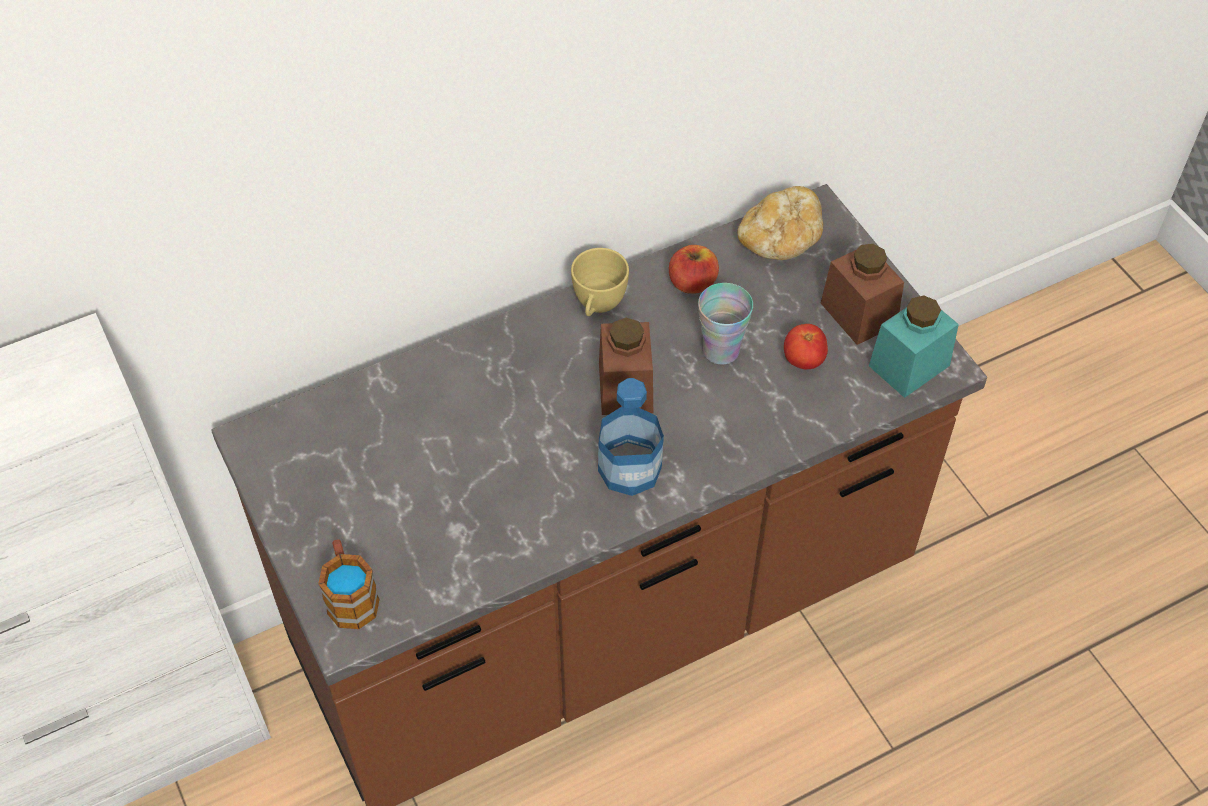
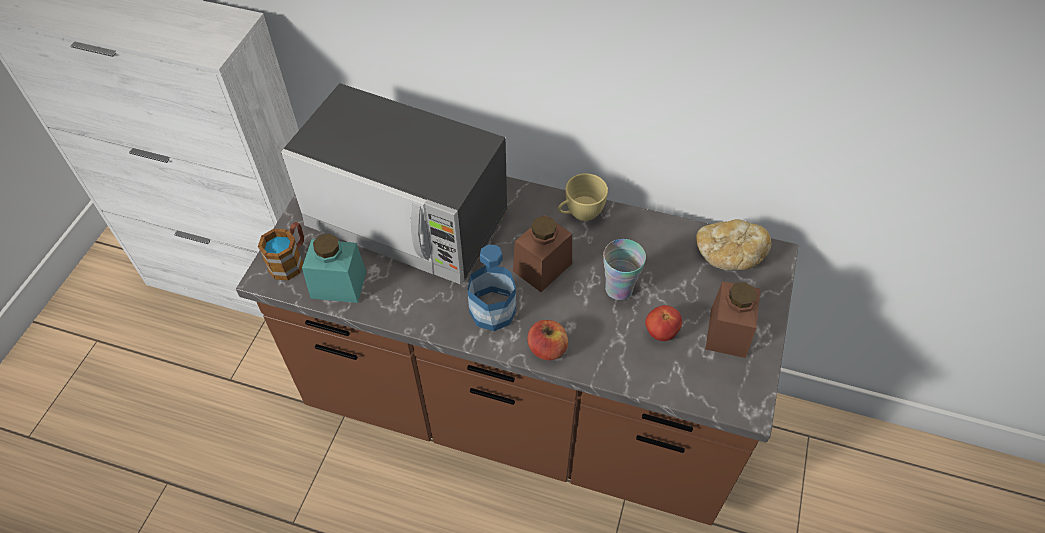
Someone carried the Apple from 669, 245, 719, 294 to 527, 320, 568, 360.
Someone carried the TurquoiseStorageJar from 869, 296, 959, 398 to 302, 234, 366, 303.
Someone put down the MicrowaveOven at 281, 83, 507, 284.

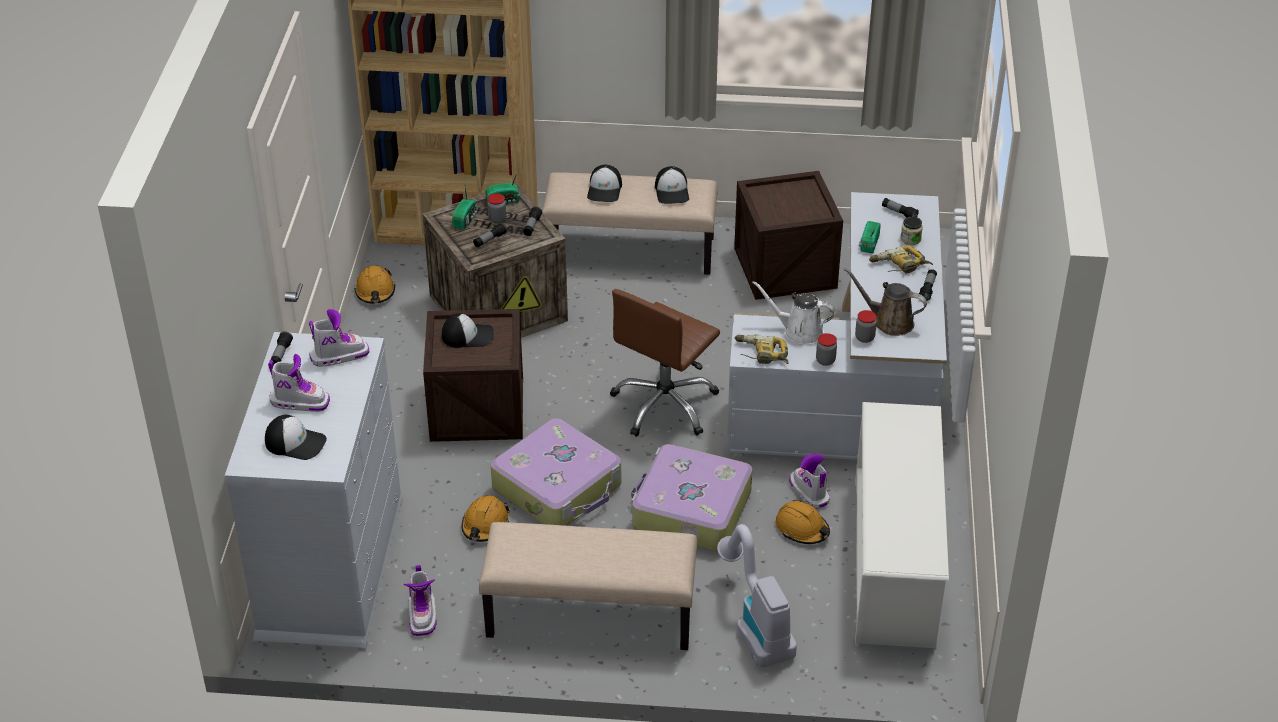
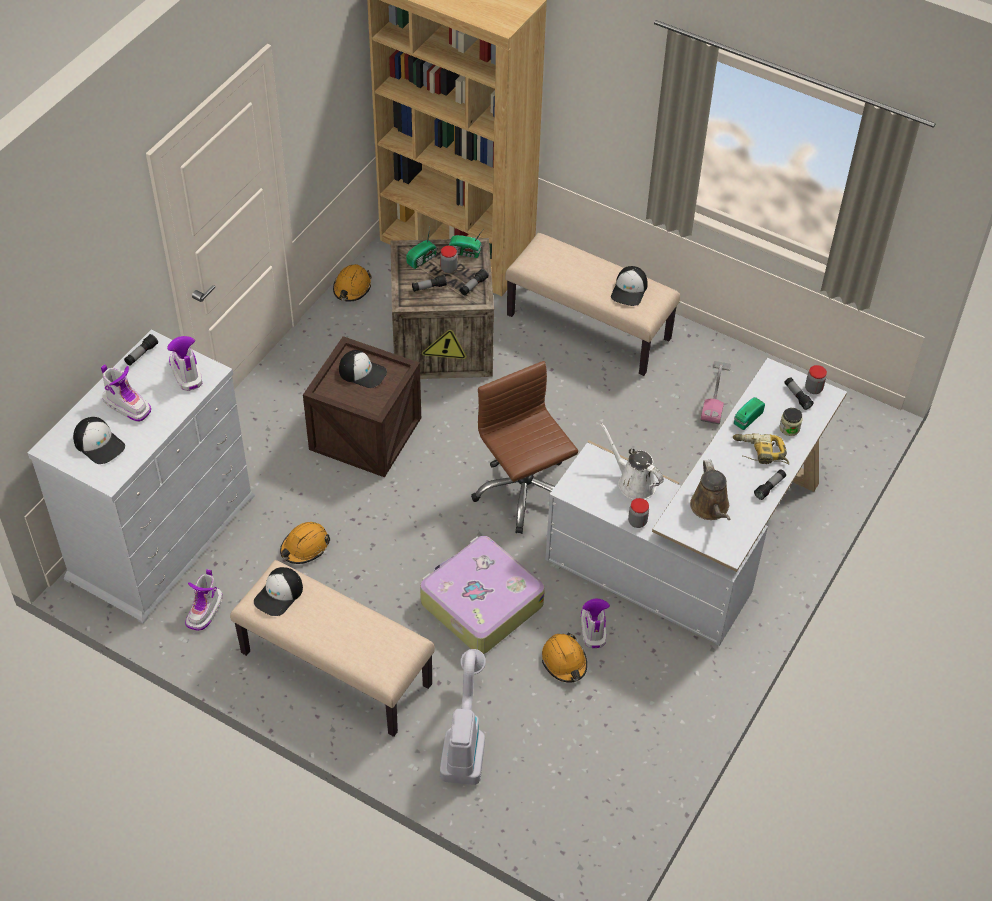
Someone rotated the Boot at 309, 309, 369, 367 by 120 degrees counterclockwise.
Someone took away the Suitcase at 491, 418, 621, 526.
Someone carried the Cap from 587, 165, 622, 202 to 254, 567, 303, 616.
Someone rotated the BrownDeskChair at 610, 289, 720, 437 by 90 degrees clockwise.
Someone swapped the Crate at 734, 171, 843, 300 for the VacuumCleaner at 700, 361, 731, 424.
Someone took away the PowerDrill at 735, 334, 789, 364.
Someone rotated the BrownWateringCan at 844, 268, 927, 336 by 150 degrees counterclockwise.
Someone carried the StorageJar from 855, 310, 877, 343 to 805, 365, 827, 394.
Someone took away the WhiteColouredShoeRack at 855, 402, 949, 648.

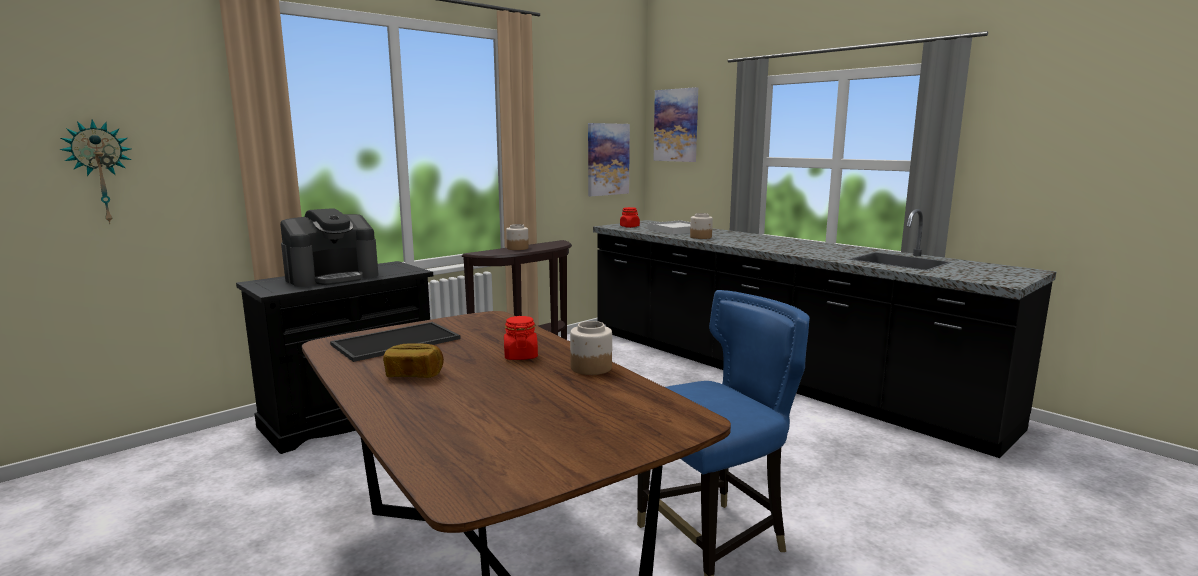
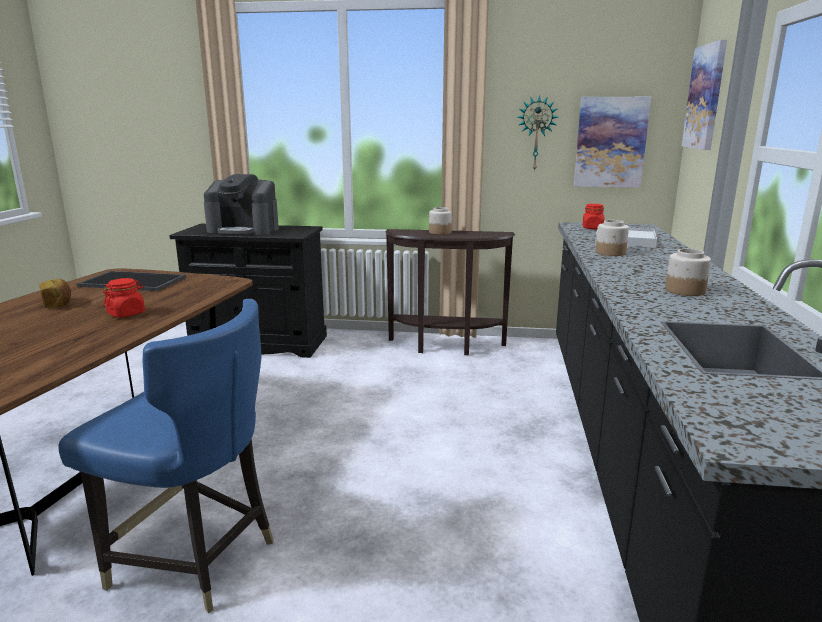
Someone carried the ClockOnTheWall from 60, 120, 131, 224 to 518, 95, 558, 172.
Someone carried the StorageJar from 570, 321, 612, 375 to 665, 249, 711, 296.

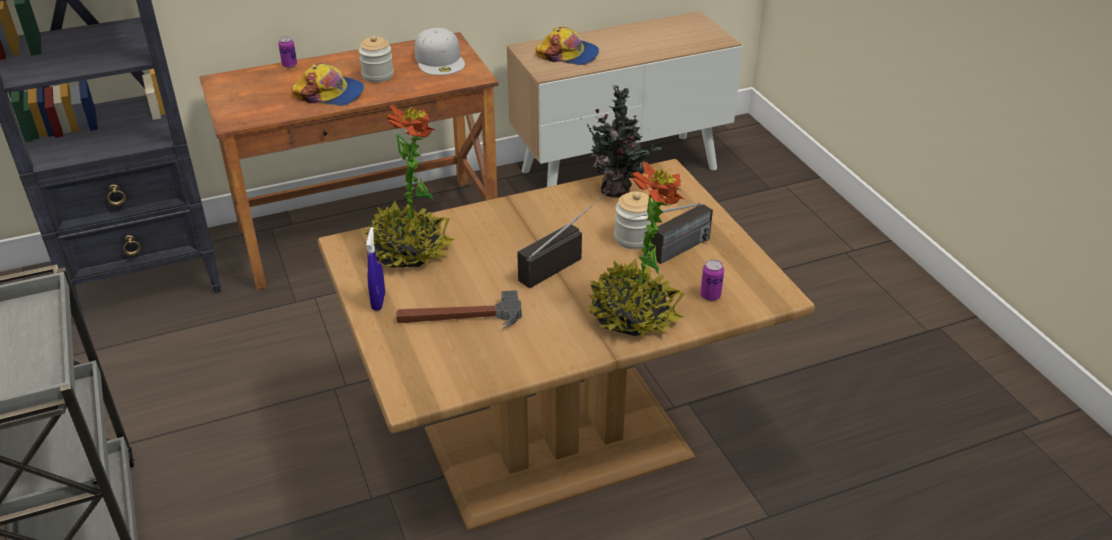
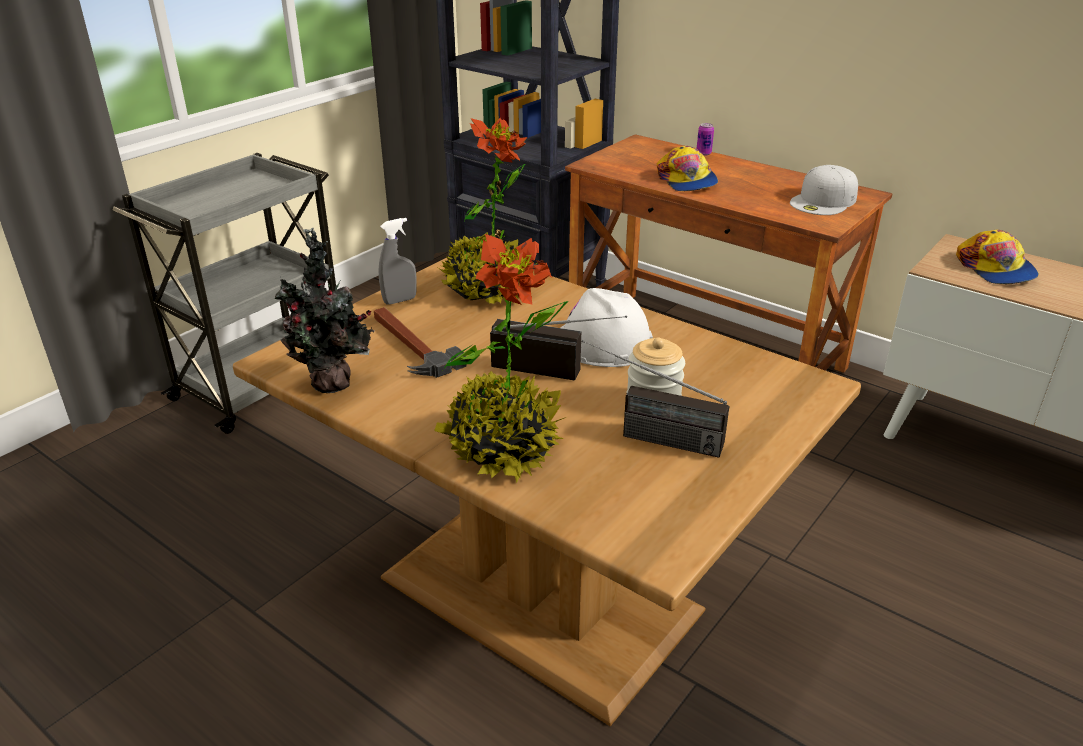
Someone took away the StorageJar at 359, 35, 394, 82.
Someone repainted the BlueSprayBottle at 366, 227, 385, 311, which became the GreySprayBottle at 379, 218, 417, 305.
Someone carried the PlantInAPot from 580, 85, 661, 198 to 274, 228, 374, 393.
Someone took away the Can at 700, 260, 724, 301.
Someone put down the WhiteColouredSafetyHelmet at 560, 288, 653, 367.

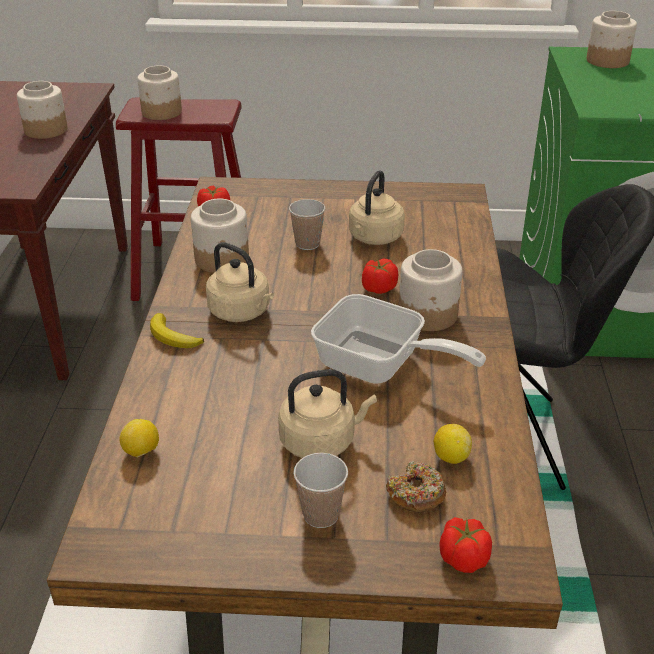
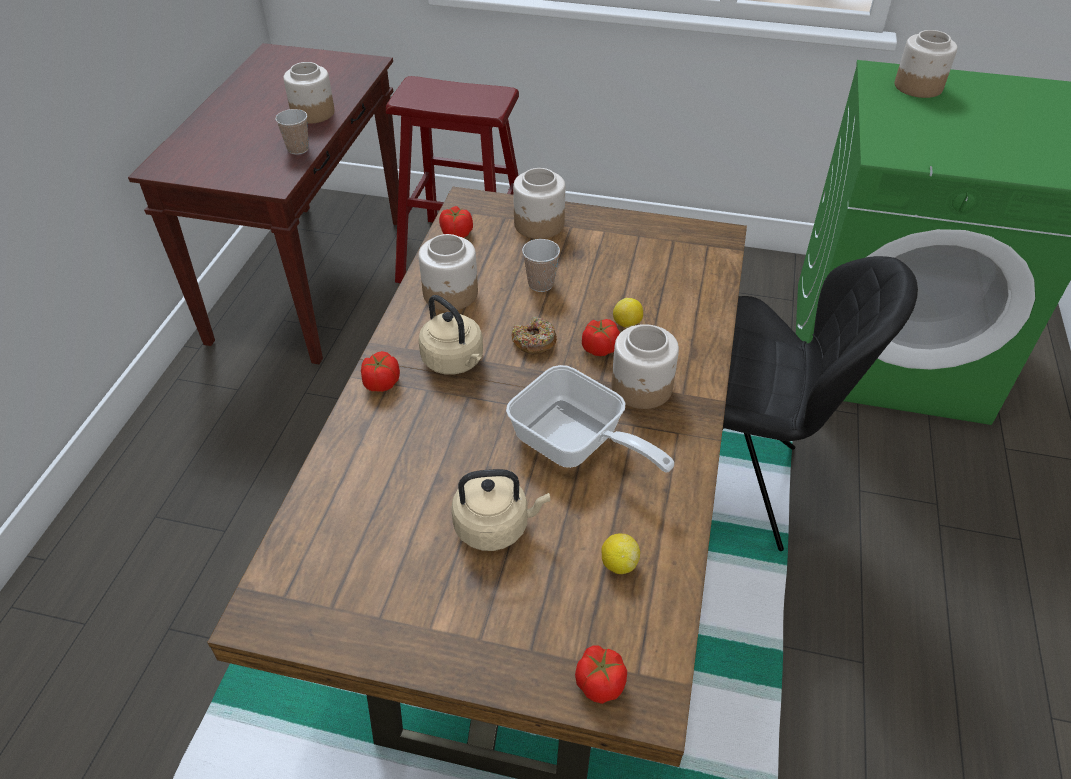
Someone carried the Lemon from 119, 419, 159, 457 to 613, 298, 643, 328.
Someone carried the StorageJar from 137, 66, 182, 120 to 513, 168, 565, 239.
Someone swapped the WholeBanana at 150, 313, 204, 348 for the FreshTomato at 361, 351, 400, 392.
Someone carried the DrinkingCup from 294, 453, 348, 528 to 275, 109, 309, 155.
Someone took away the BeigeColouredWaterKettle at 349, 170, 405, 245.
Someone carried the Donut from 386, 461, 446, 513 to 511, 317, 557, 354.

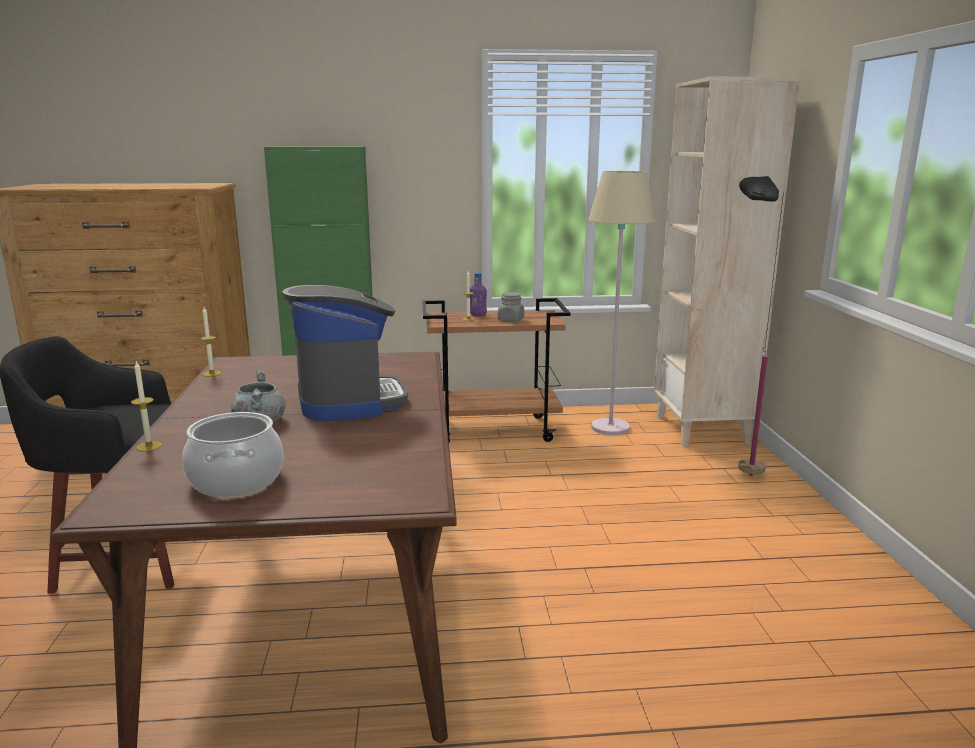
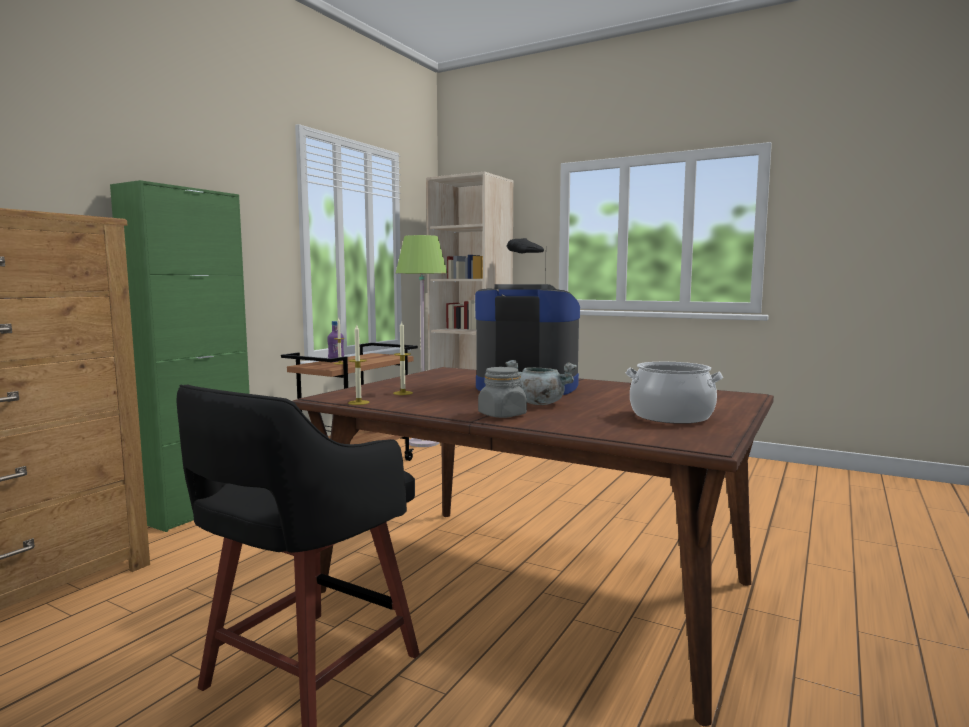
Someone carried the WaxLight from 131, 361, 162, 451 to 393, 321, 413, 395.
Someone carried the GreyStorageJar from 498, 292, 524, 322 to 478, 367, 527, 418.
Someone repainted the BeigeColouredFloorLamp at 588, 171, 656, 435, which became the GreenishFloorLamp at 396, 235, 447, 447.

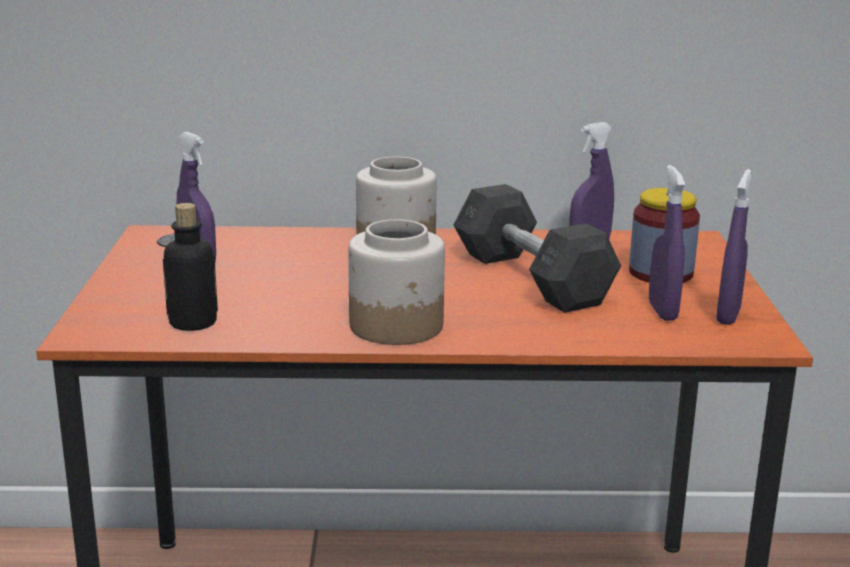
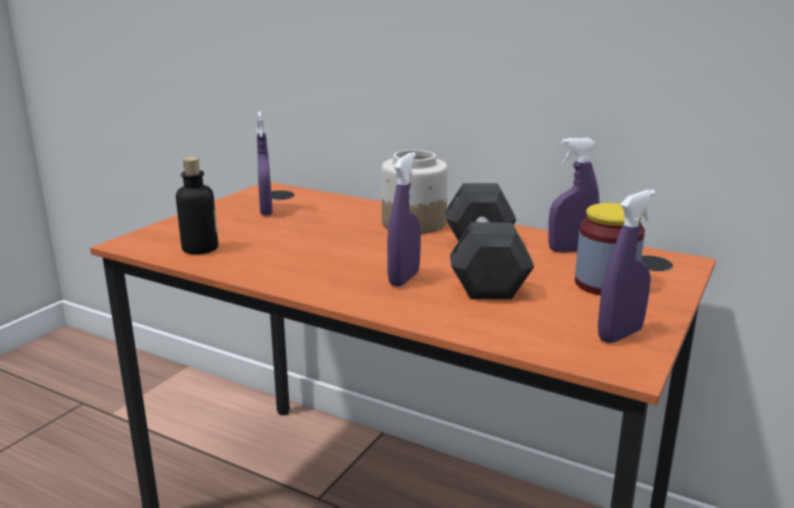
Someone took away the StorageJar at 348, 219, 445, 345.
Someone carried the PurplishSprayBottle from 649, 165, 685, 321 to 387, 152, 421, 287.

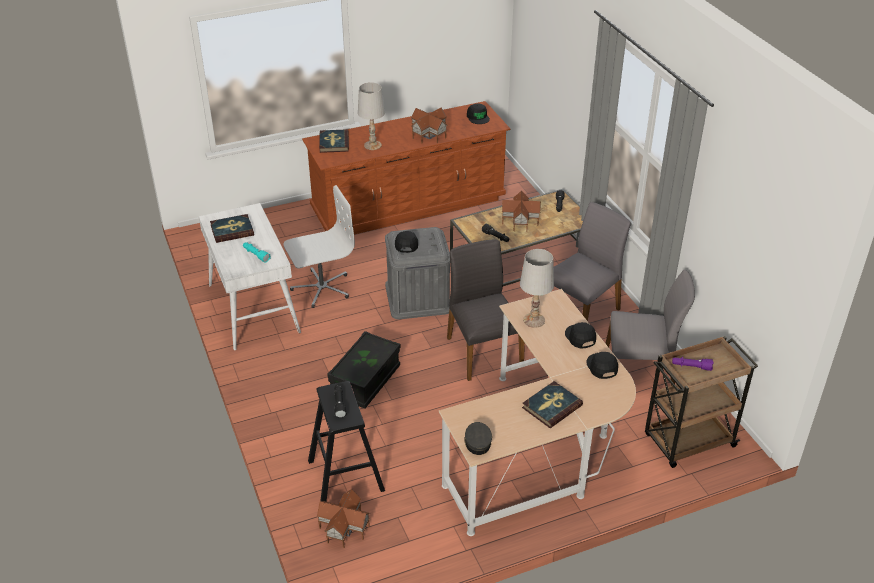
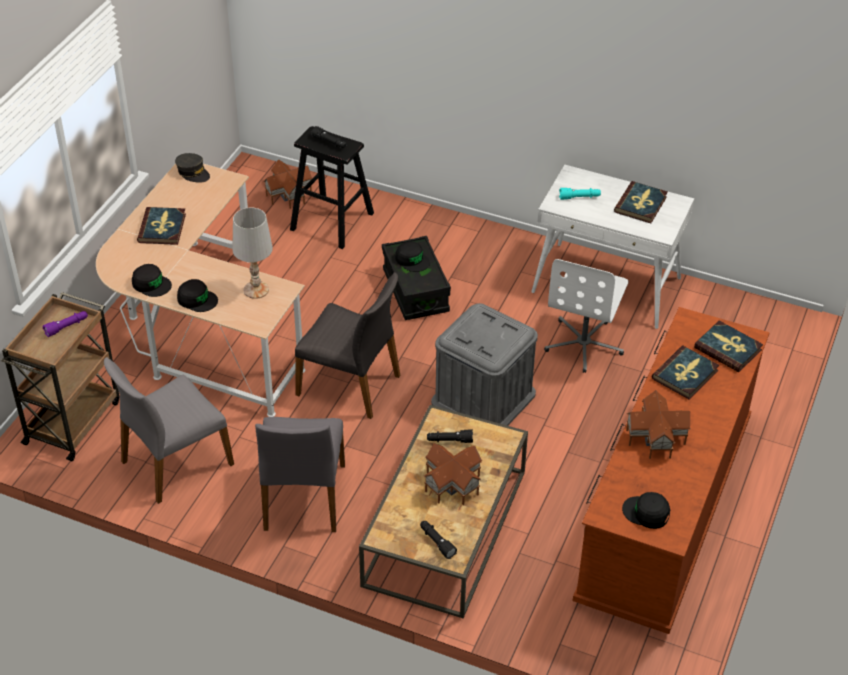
Someone swapped the WhiteColouredTableLamp at 358, 82, 385, 150 for the Volume at 652, 346, 719, 400.
Someone carried the BlackCap from 395, 231, 418, 253 to 395, 241, 430, 272.

